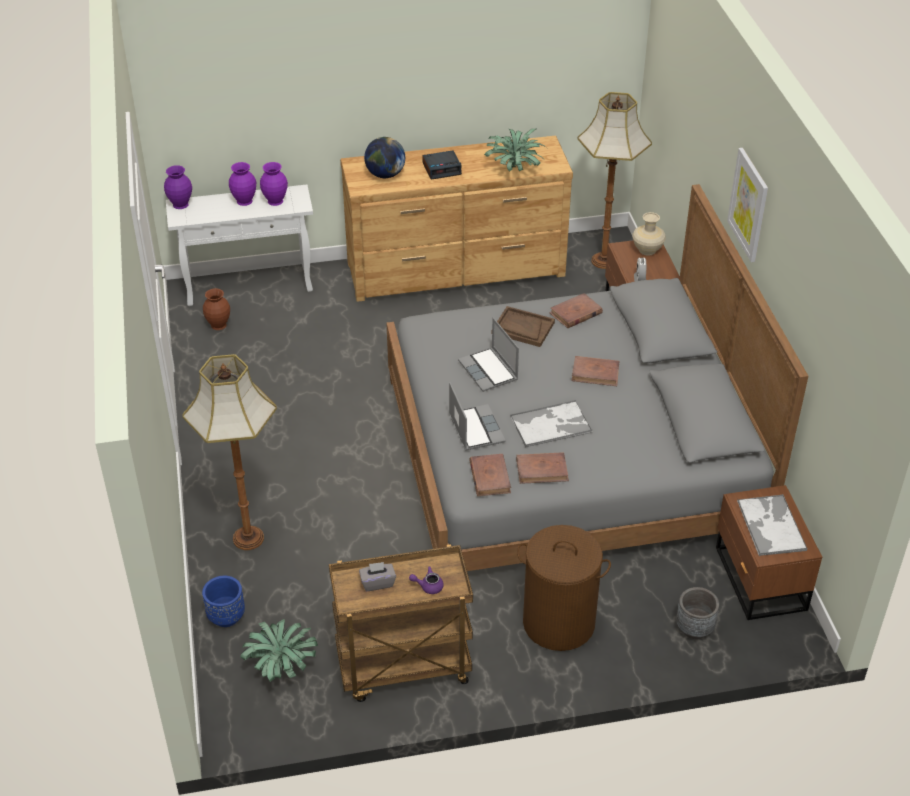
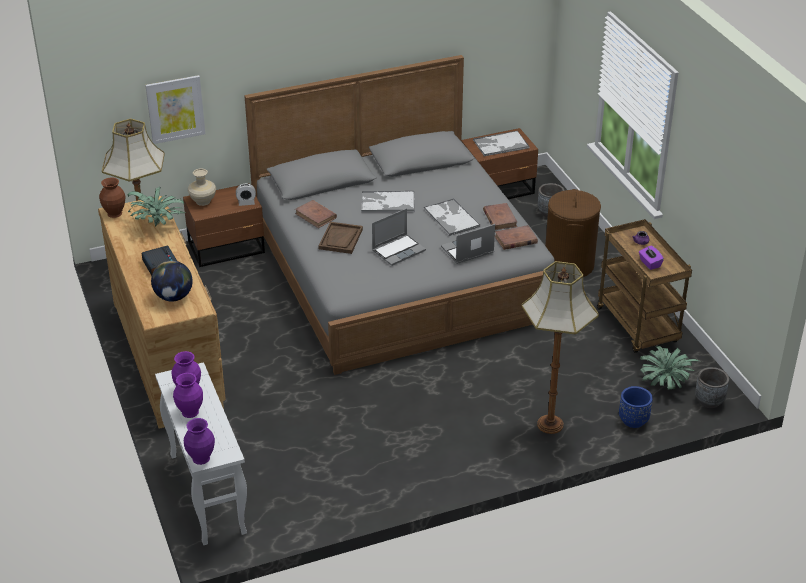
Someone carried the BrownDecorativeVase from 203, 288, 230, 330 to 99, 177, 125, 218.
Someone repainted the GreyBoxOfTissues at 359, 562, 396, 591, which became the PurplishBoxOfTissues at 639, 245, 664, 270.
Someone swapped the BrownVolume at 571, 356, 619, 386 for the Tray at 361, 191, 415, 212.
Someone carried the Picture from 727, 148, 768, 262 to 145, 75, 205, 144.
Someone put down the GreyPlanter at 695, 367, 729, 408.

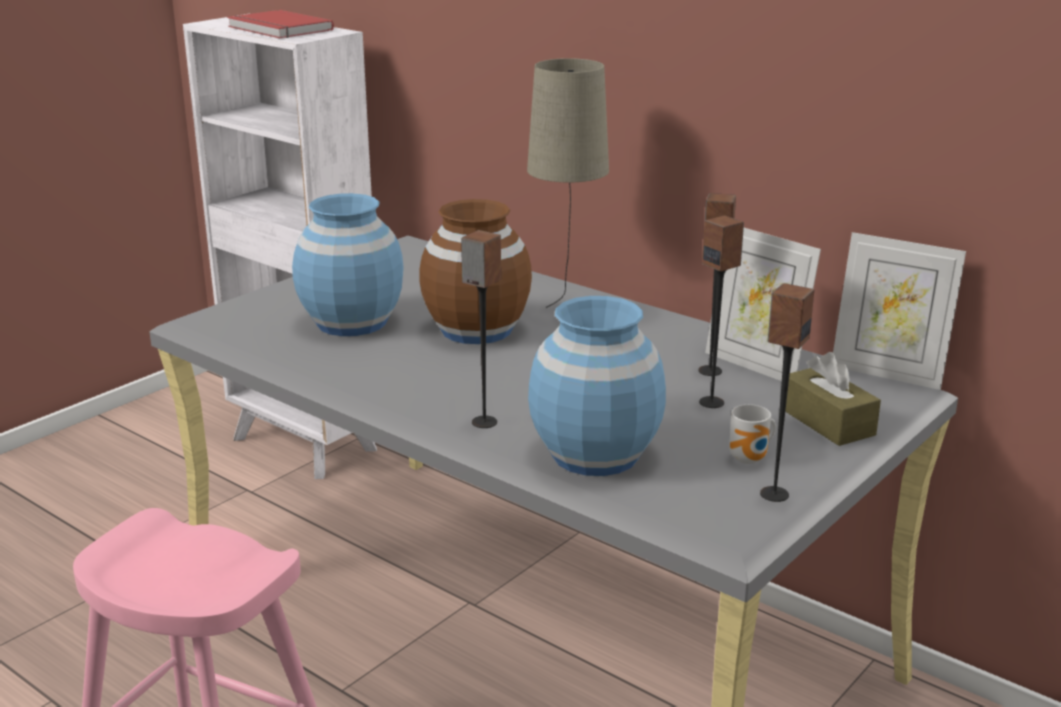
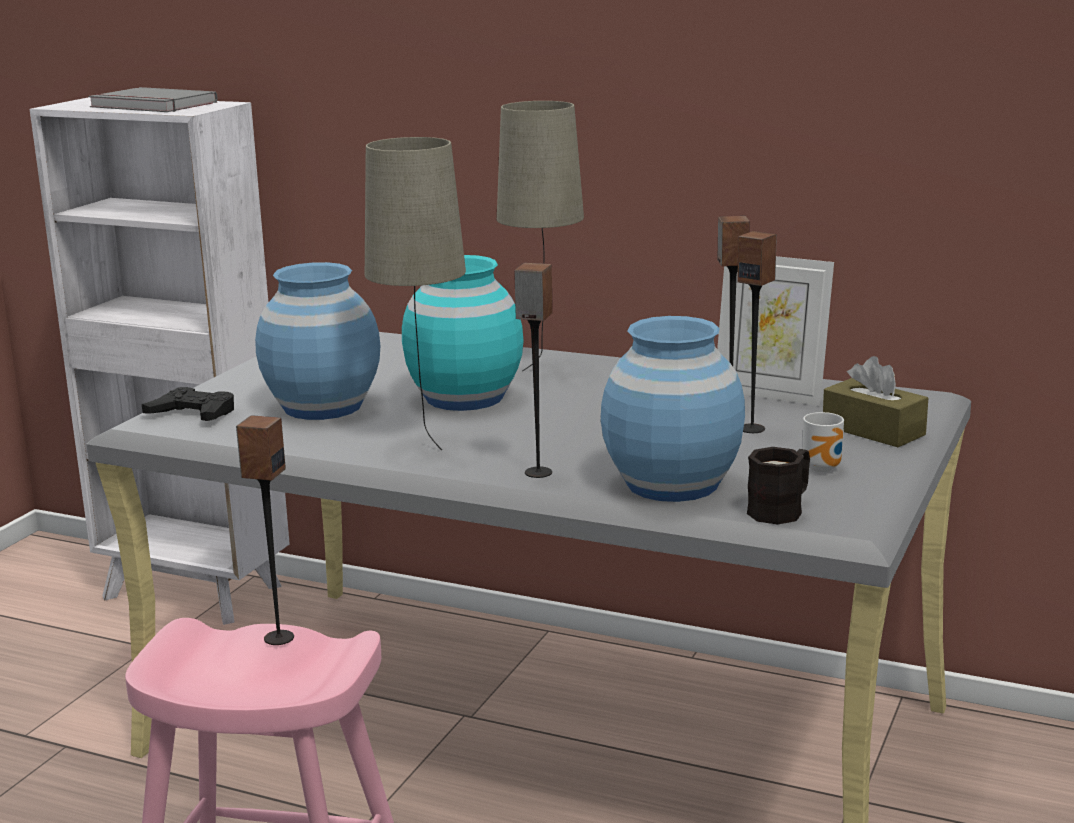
Someone repainted the ReddishVolume at 227, 10, 334, 38, which became the GreyVolume at 89, 87, 218, 112.
Someone repainted the BrownDecorativeVase at 419, 199, 532, 344, which became the TurquoiseDecorativeVase at 402, 255, 523, 411.
Someone carried the Speaker from 760, 283, 814, 502 to 236, 415, 294, 645.
Someone took away the StandingFrame at 833, 232, 966, 390.
Someone put down the BlackGameController at 142, 387, 234, 421.
Someone put down the BeigeColouredTableLamp at 365, 137, 466, 450.
Someone put down the BlackTeaMug at 747, 447, 810, 525.

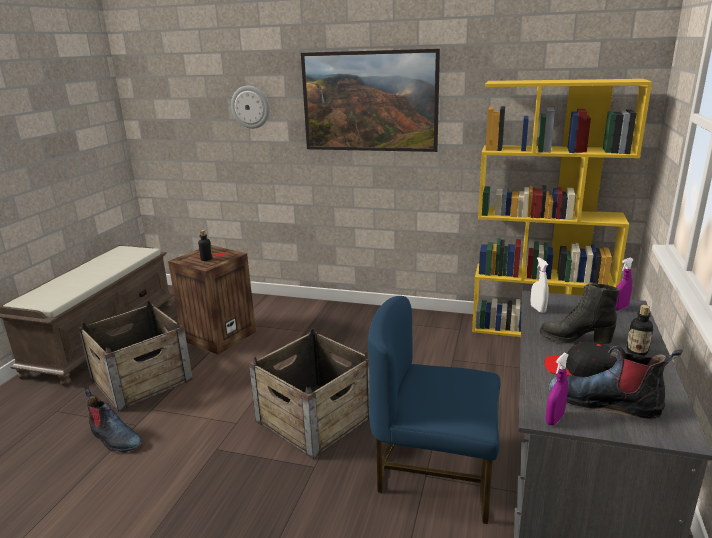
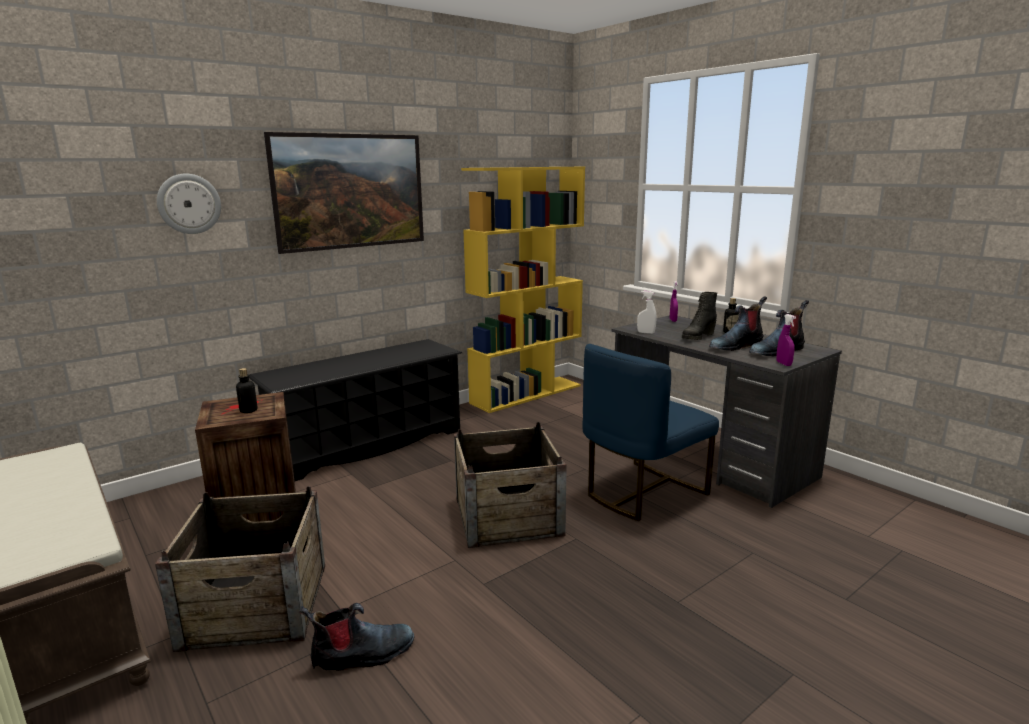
Someone swapped the BlackCap at 544, 342, 617, 377 for the Boot at 709, 296, 767, 351.
Someone put down the BlackShoeRack at 249, 339, 462, 481.

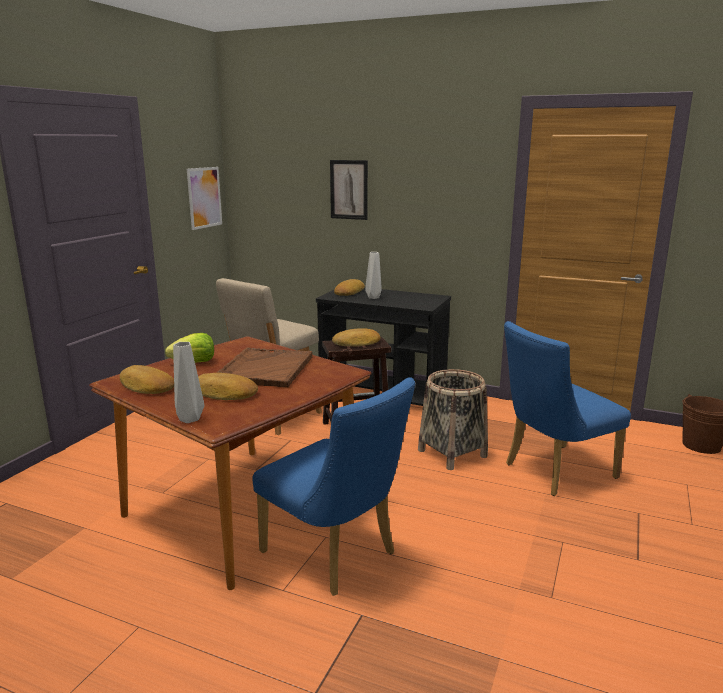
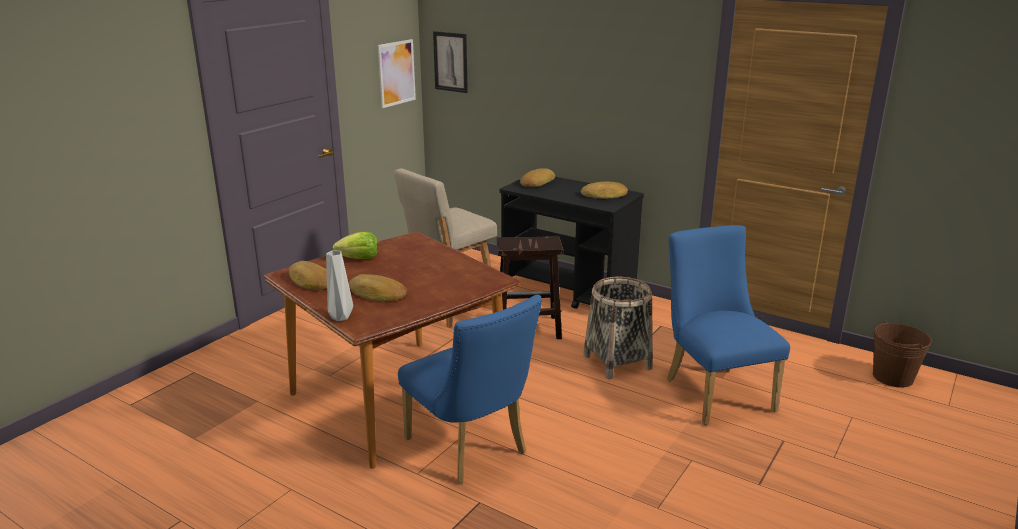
Someone took away the BrownTray at 216, 348, 313, 388.
Someone carried the Picture from 330, 160, 368, 220 to 433, 31, 468, 93.
Someone carried the BakeryBread from 332, 328, 380, 346 to 581, 182, 628, 199.
Someone took away the GreyDecorativeVase at 365, 252, 382, 299.
Someone rotated the BlueUprightChair at 504, 321, 631, 496 by 90 degrees clockwise.

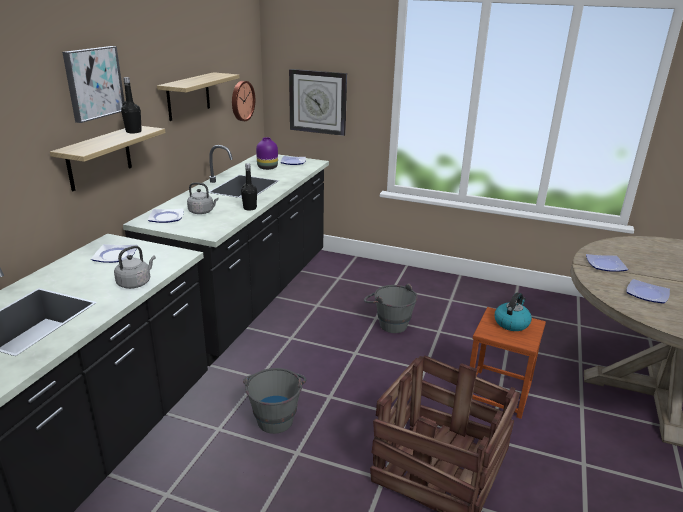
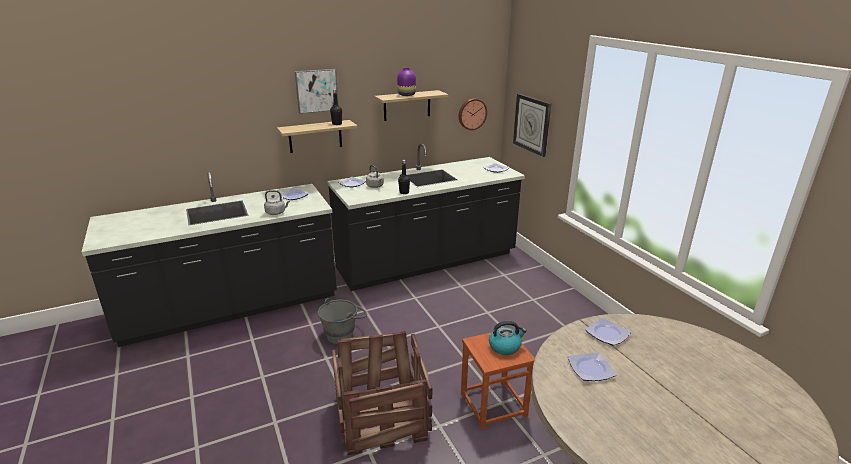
Someone carried the PurplishDecorativeVase from 256, 137, 278, 170 to 397, 68, 416, 96.
Someone took away the GreyBucket at 364, 283, 418, 333.

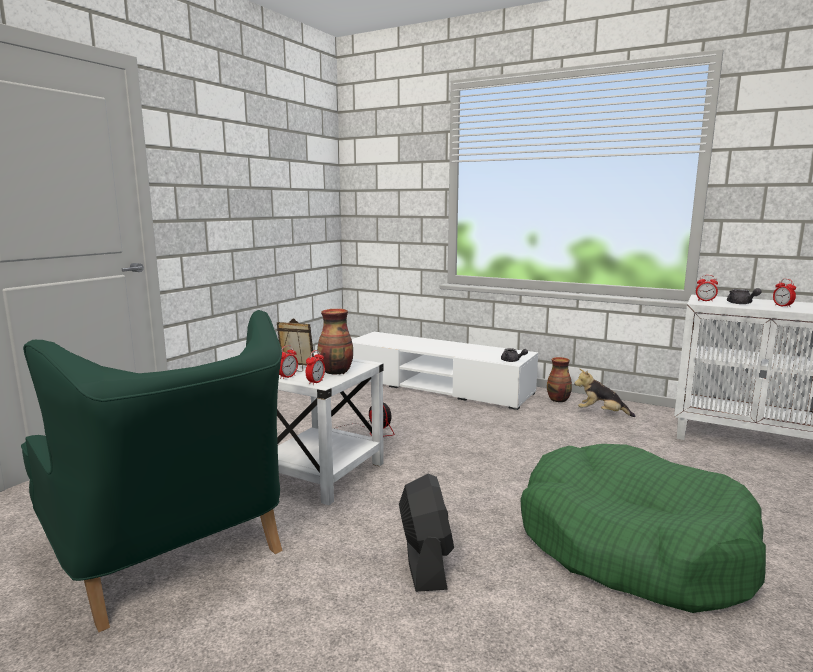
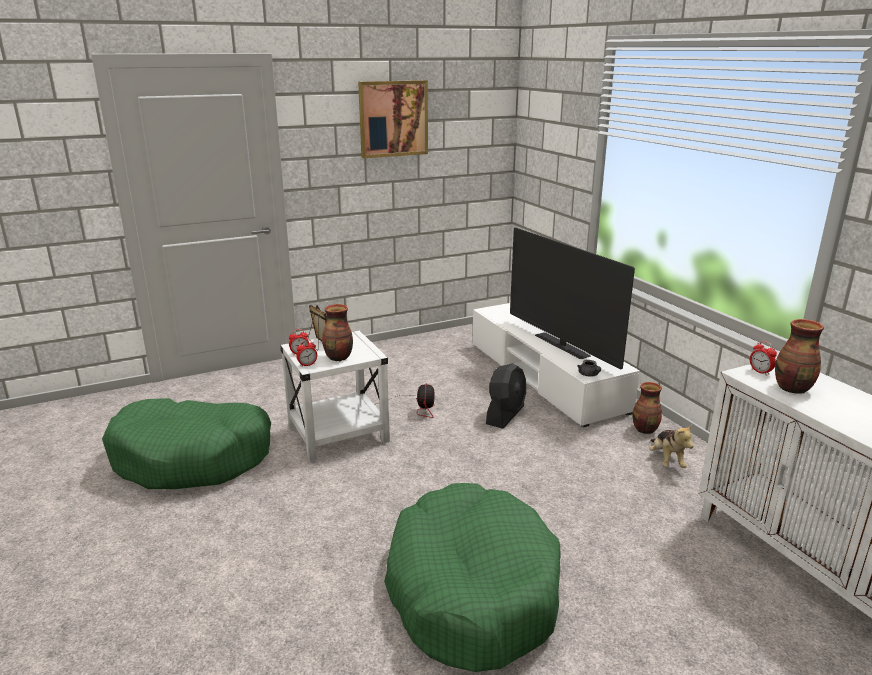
Someone swapped the GreenishArmchair at 21, 310, 283, 632 for the GreenishDogCushion at 102, 398, 271, 489.
Someone carried the BlackElectricFan from 399, 474, 454, 592 to 486, 363, 526, 429.
Someone rotated the SoftToy at 574, 368, 636, 417 by 150 degrees counterclockwise.
Someone swapped the GreyTeapot at 727, 288, 762, 304 for the DecorativeVase at 775, 319, 824, 394.
Someone took away the AlarmClock at 773, 279, 796, 308.
Someone put up the Picture at 358, 80, 428, 158.
Someone put down the Television at 510, 227, 635, 369.

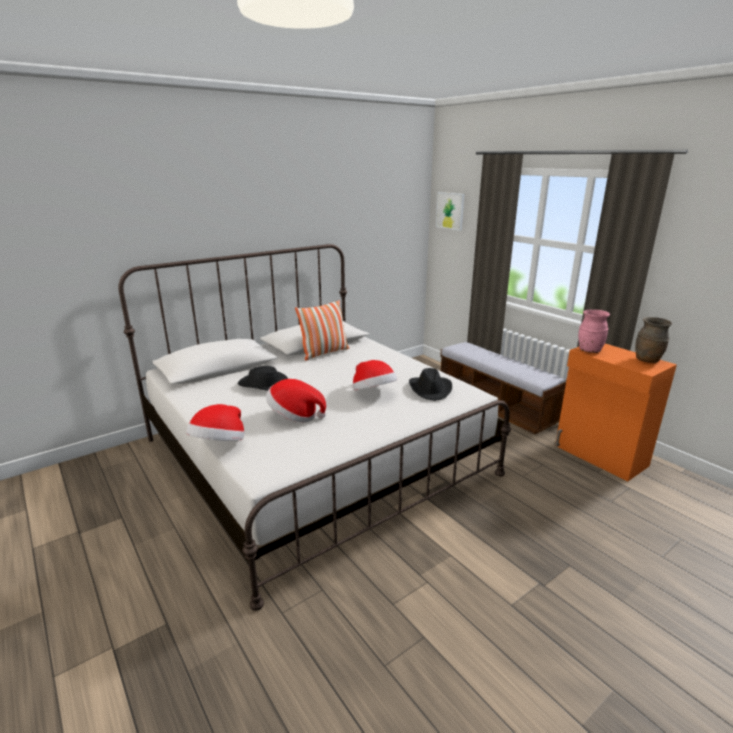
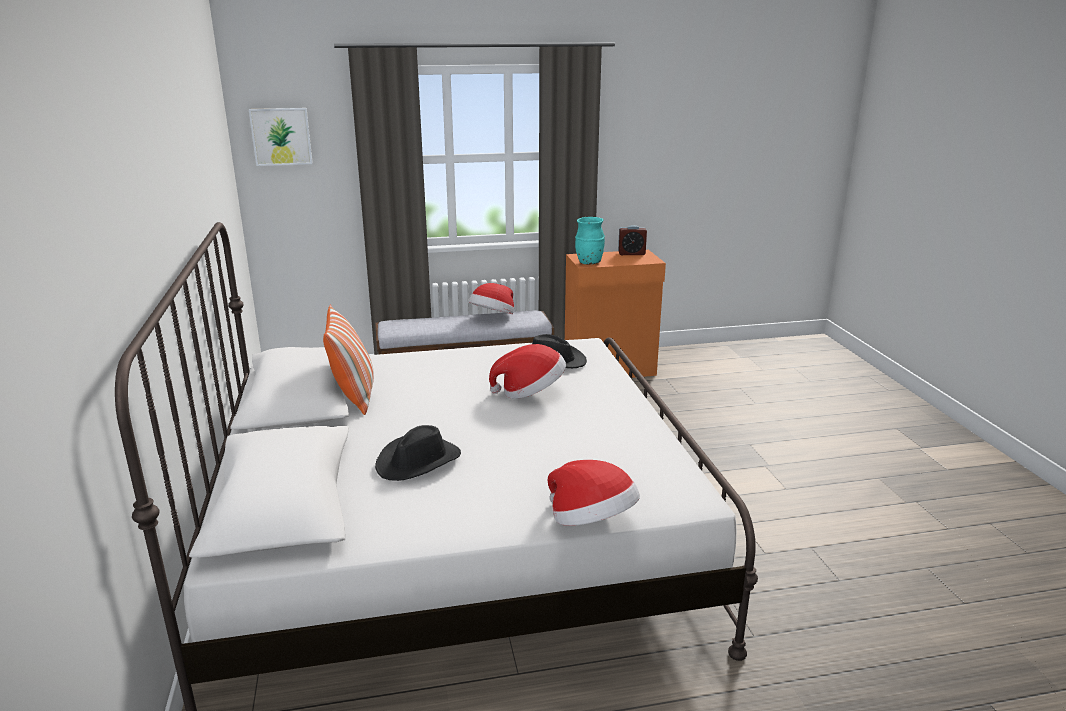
Someone carried the Hat from 266, 379, 326, 422 to 469, 283, 514, 314.
Someone repainted the PinkDecorativeVase at 578, 310, 610, 353, which became the TurquoiseDecorativeVase at 575, 217, 605, 265.
Someone swapped the BrownDecorativeVase at 635, 317, 672, 363 for the AlarmClock at 618, 225, 647, 255.

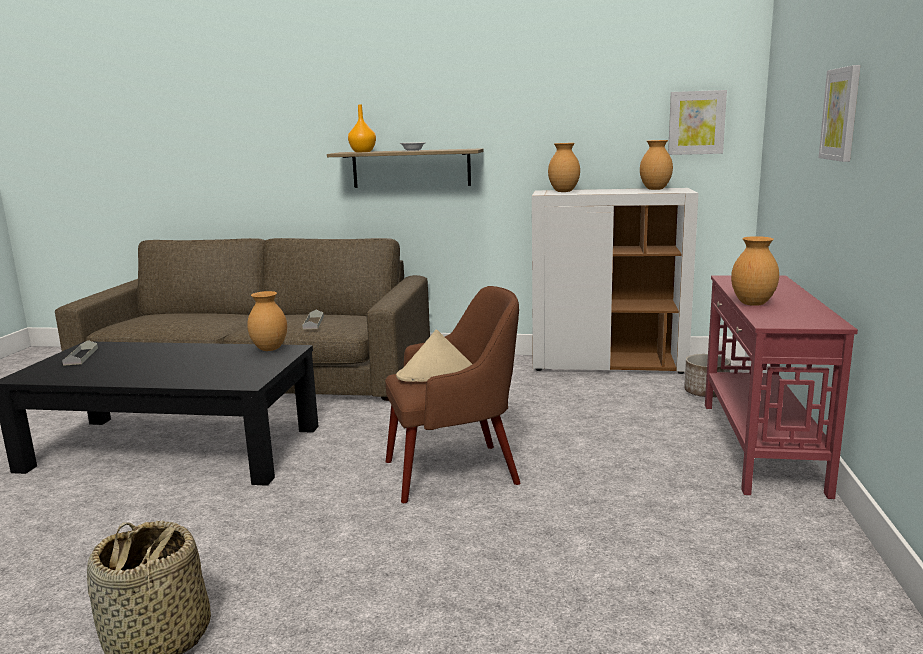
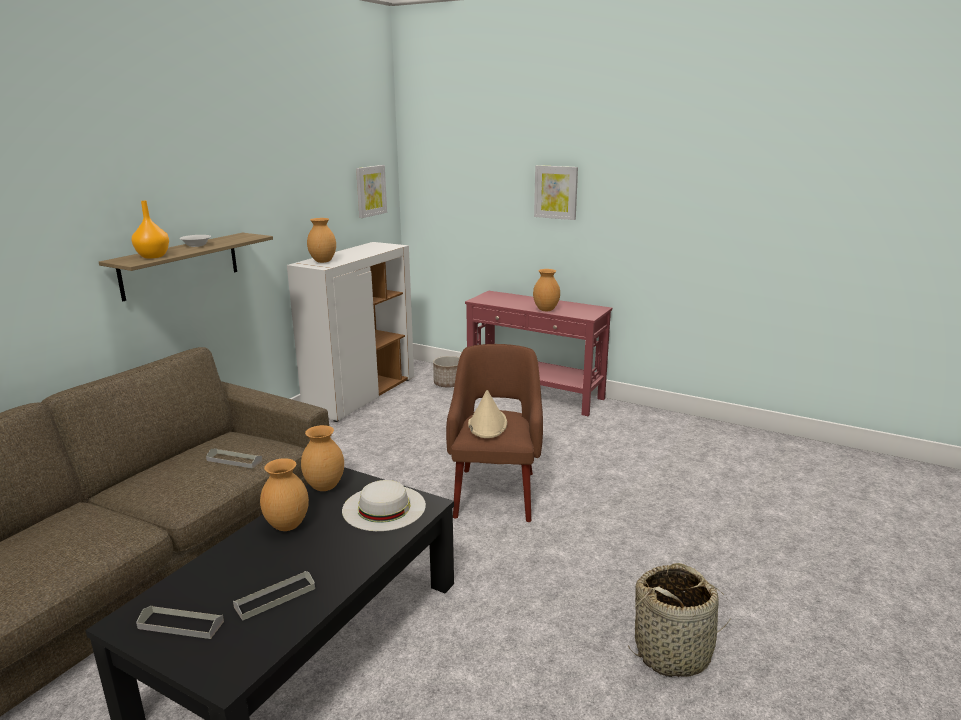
Someone carried the BrownDecorativeVase from 640, 140, 673, 190 to 260, 458, 309, 531.
Someone put down the GreyTray at 233, 571, 315, 621.
Someone put down the WhiteColouredHat at 342, 480, 426, 531.

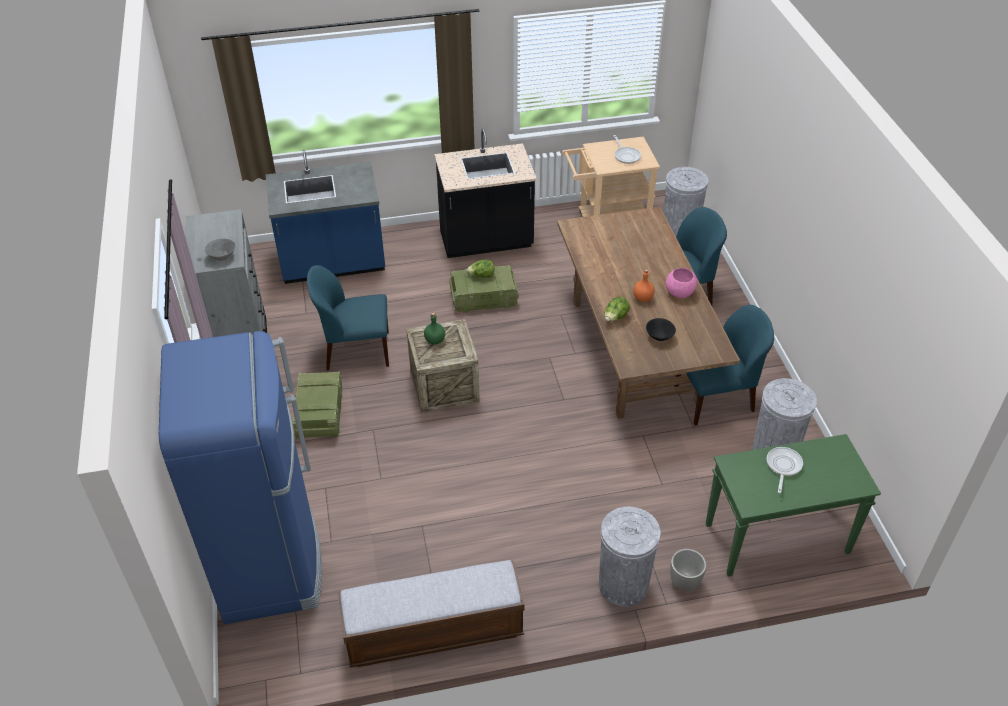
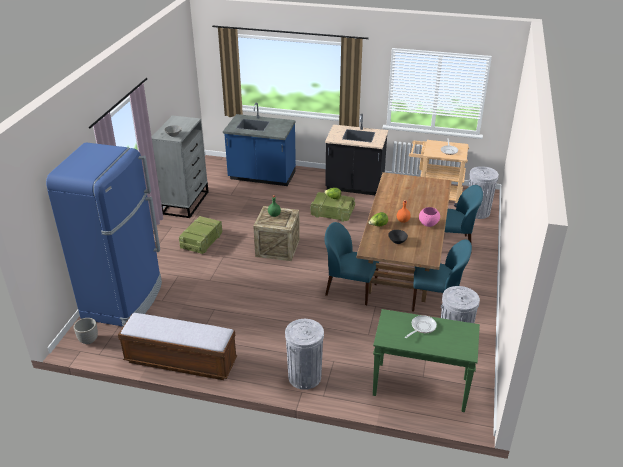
Someone carried the BlueUprightChair from 307, 265, 389, 370 to 324, 222, 379, 305.
Someone carried the Planter from 670, 549, 707, 591 to 74, 318, 98, 344.

